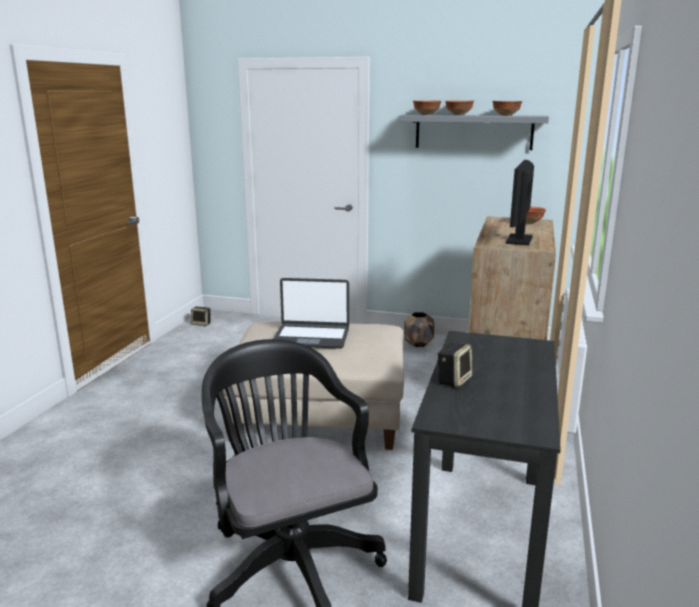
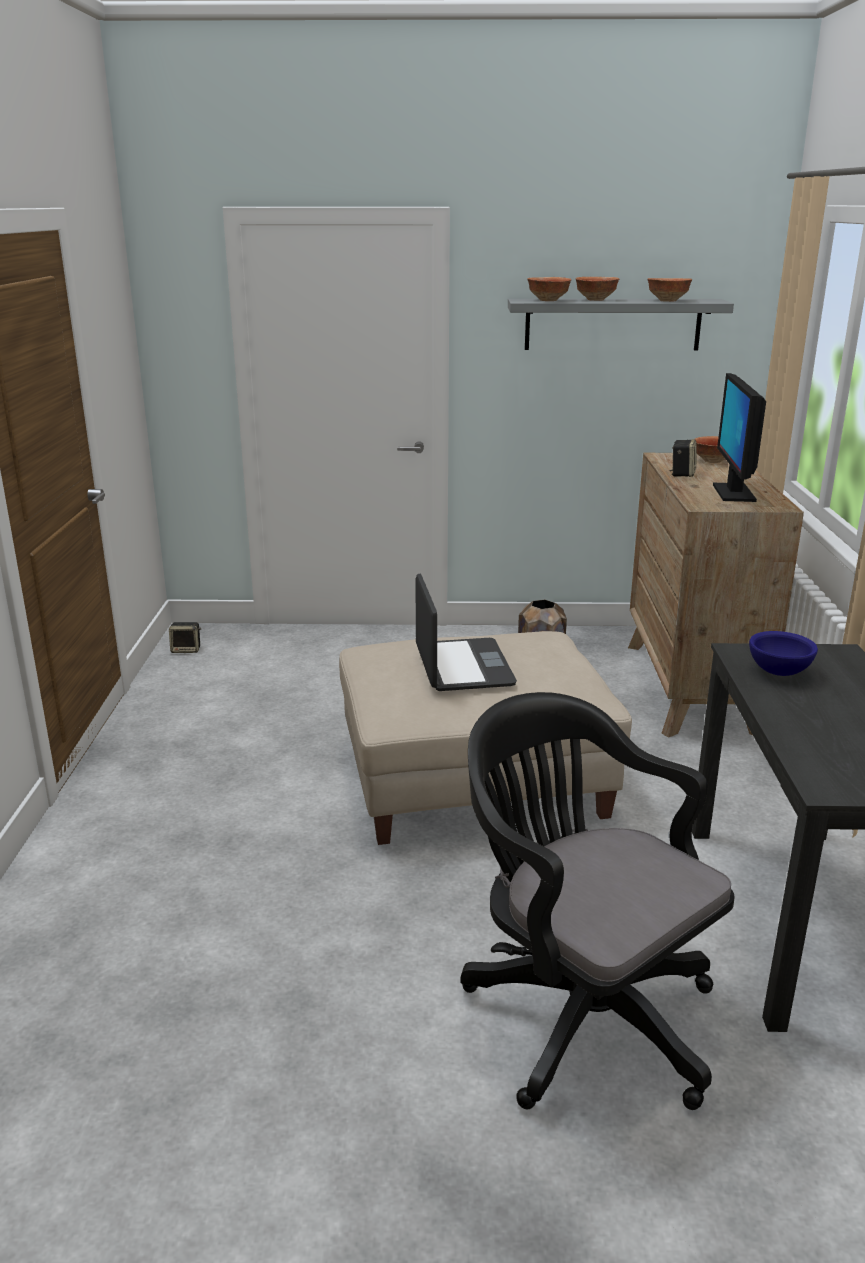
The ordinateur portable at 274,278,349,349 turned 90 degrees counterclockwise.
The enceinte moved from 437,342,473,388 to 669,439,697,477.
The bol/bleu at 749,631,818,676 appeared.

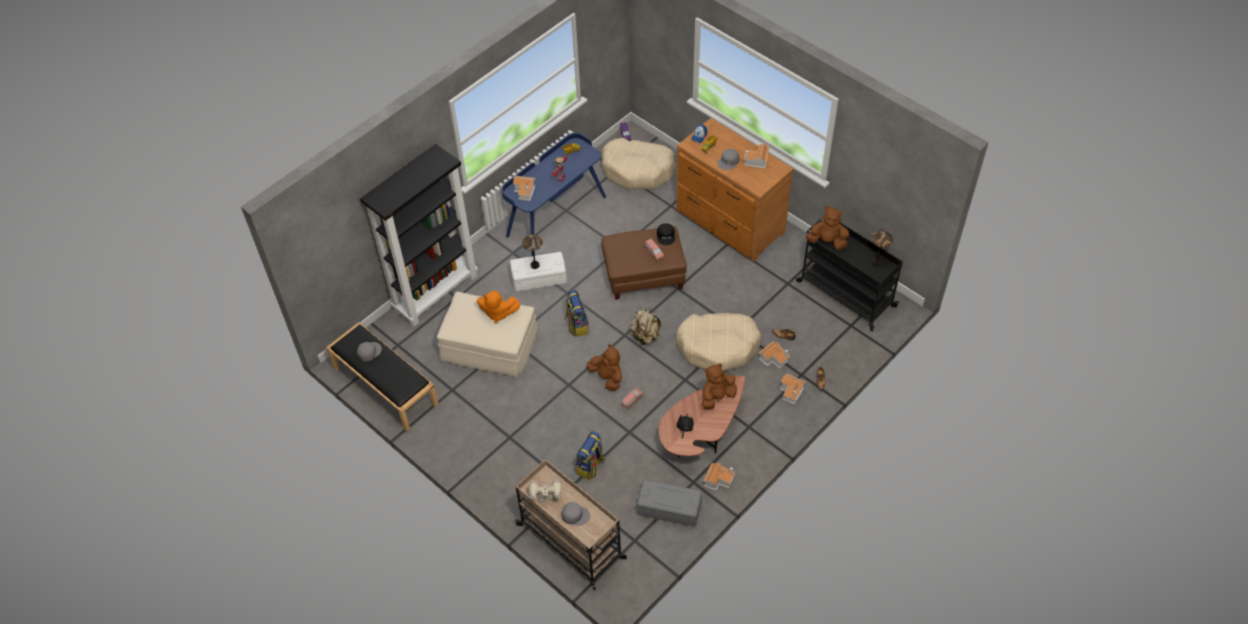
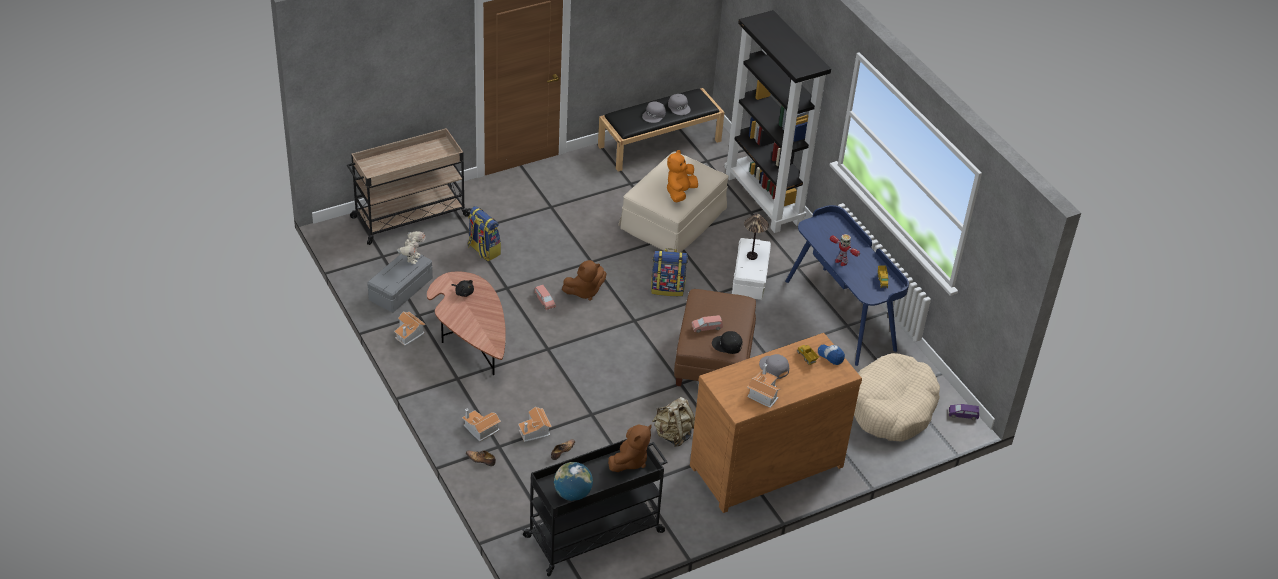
The maison miniature at 513,176,535,201 disappeared.
The lampe de table at 871,230,893,266 was replaced by the globe at 554,462,593,501.
The sac à dos/beige moved from 629,308,661,345 to 652,397,695,447.
The panier pour chien/beige at 676,313,762,371 disappeared.
The peluche/marron at 702,364,737,409 disappeared.
The robot jouet moved from 529,480,562,502 to 397,231,426,264.
The casquette/gris moved from 561,502,590,526 to 642,101,666,123.

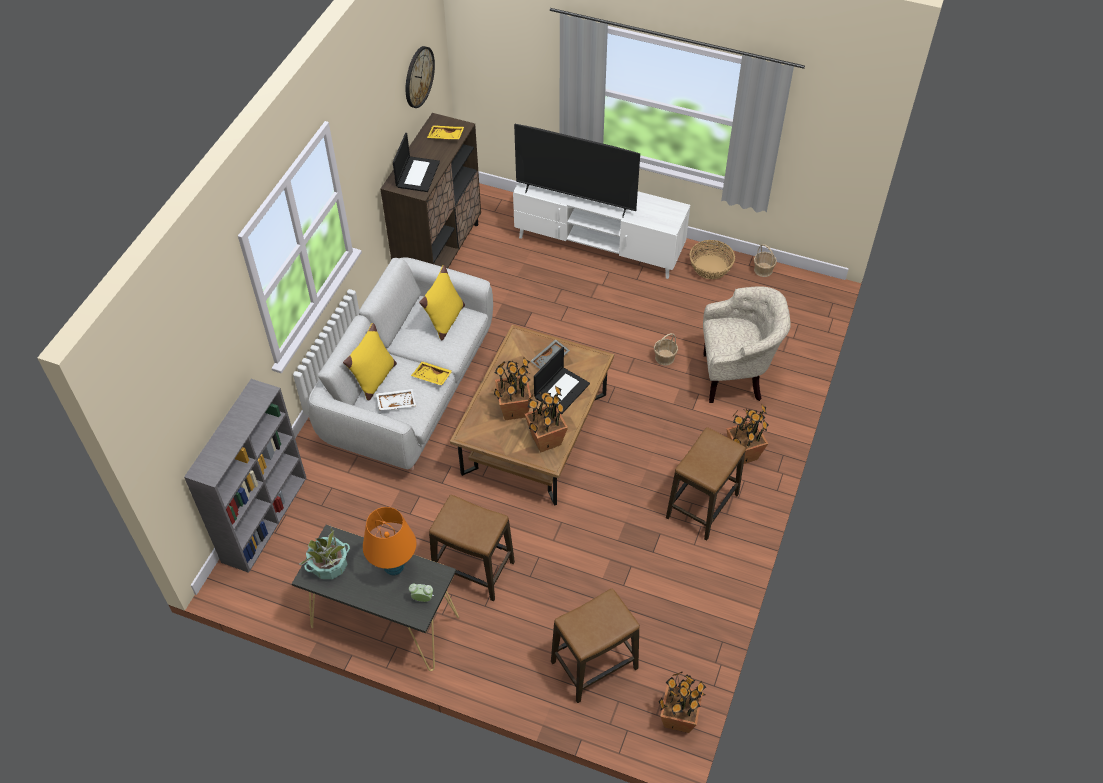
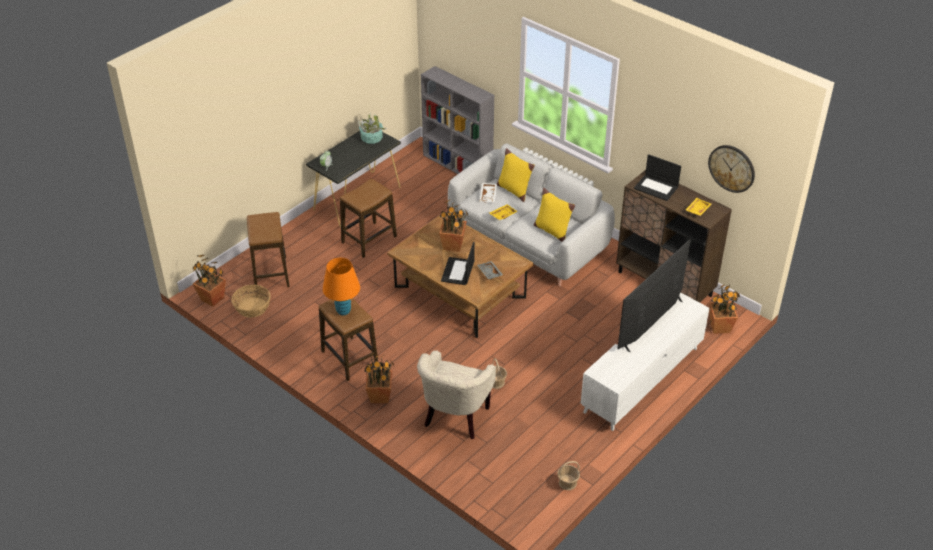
The panier moved from 690,240,735,279 to 231,285,271,318.
The ordinateur portable at 534,347,590,414 turned 45 degrees clockwise.
The plante en pot moved from 524,385,568,452 to 709,285,740,334.
The lampe de table/orange moved from 363,507,416,575 to 323,258,360,316.

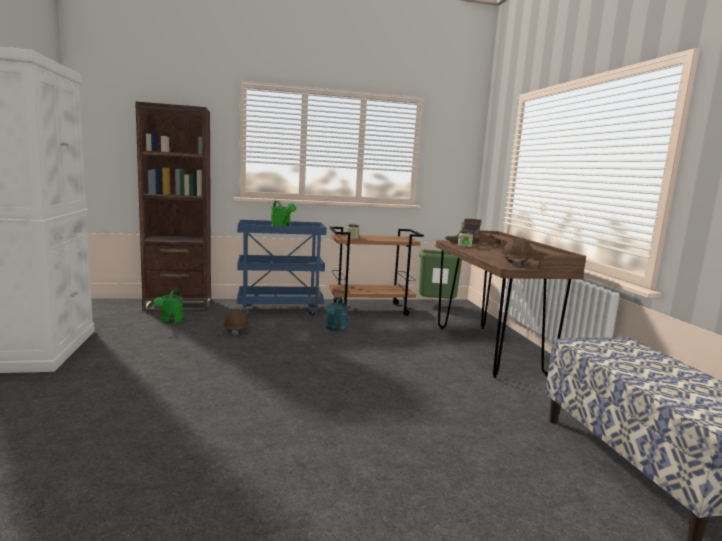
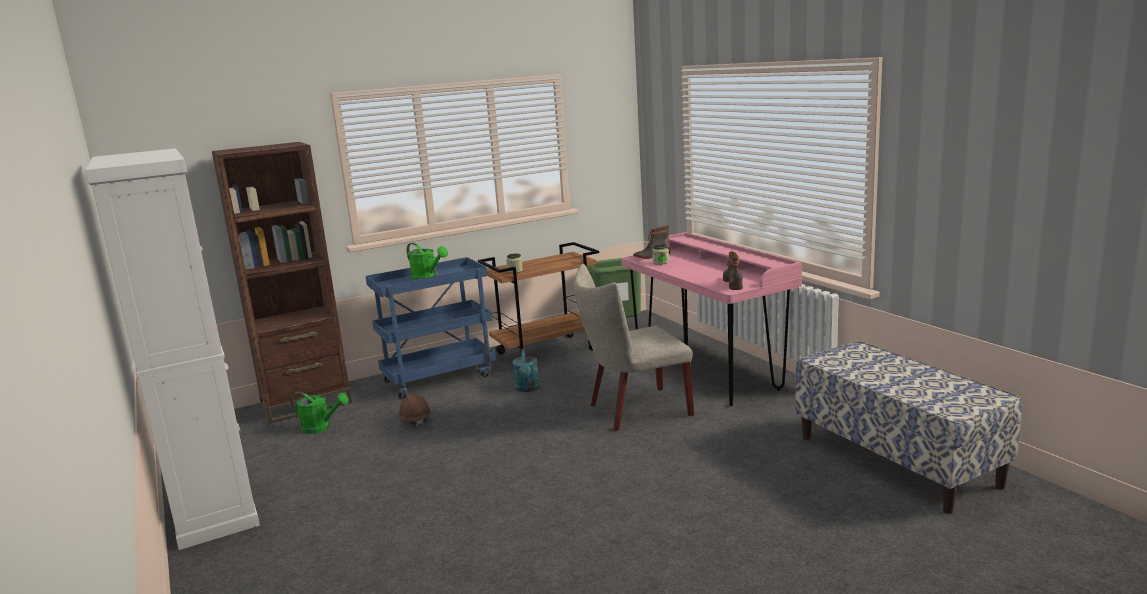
The bureau/marron at 436,230,586,378 became the bureau/rose at 621,232,802,406.
The casque de chantier/marron at 501,237,533,267 was replaced by the botte at 723,251,743,290.
The arrosoir/vert at 154,288,184,323 turned 60 degrees counterclockwise.
The chaise/beige at 574,264,694,431 appeared.

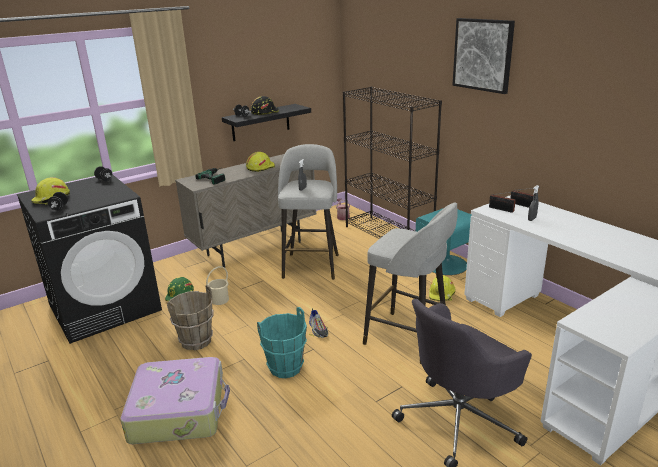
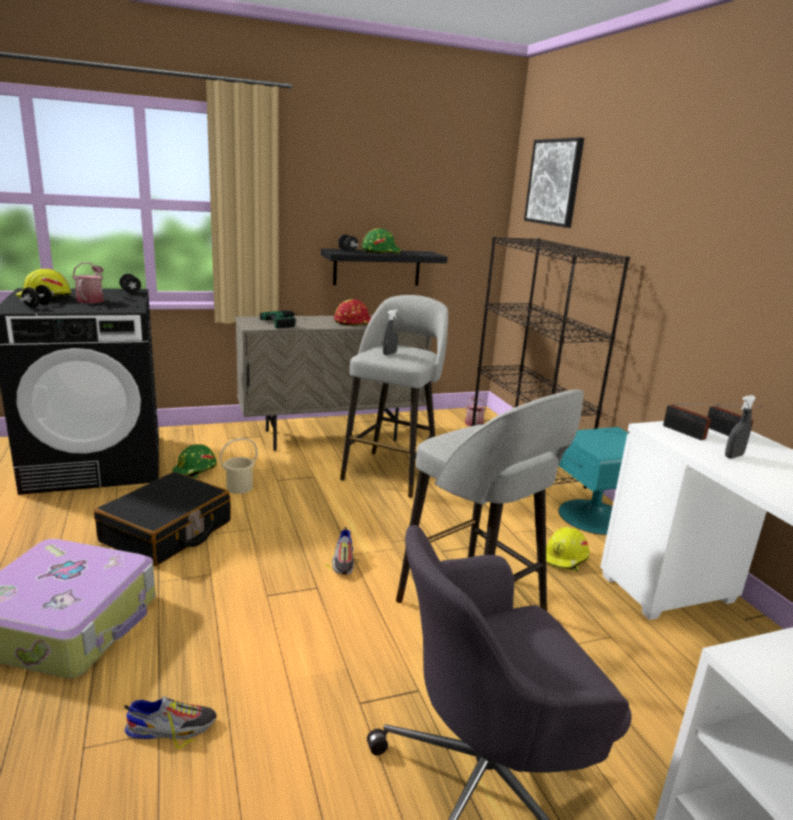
The tableau moved from 453,18,515,94 to 524,137,584,228.
The casque de chantier/noir at 251,96,279,115 became the casque de chantier/vert at 362,228,401,254.
The casque de chantier/jaune at 246,152,275,172 became the casque de chantier/rouge at 334,299,372,326.
The seau/marron at 167,285,214,350 was replaced by the valise/noir at 94,472,231,566.
The seau/turquoise at 257,307,307,378 disappeared.
The arrosoir at 72,262,104,303 appeared.
The chaussure at 124,696,217,748 appeared.

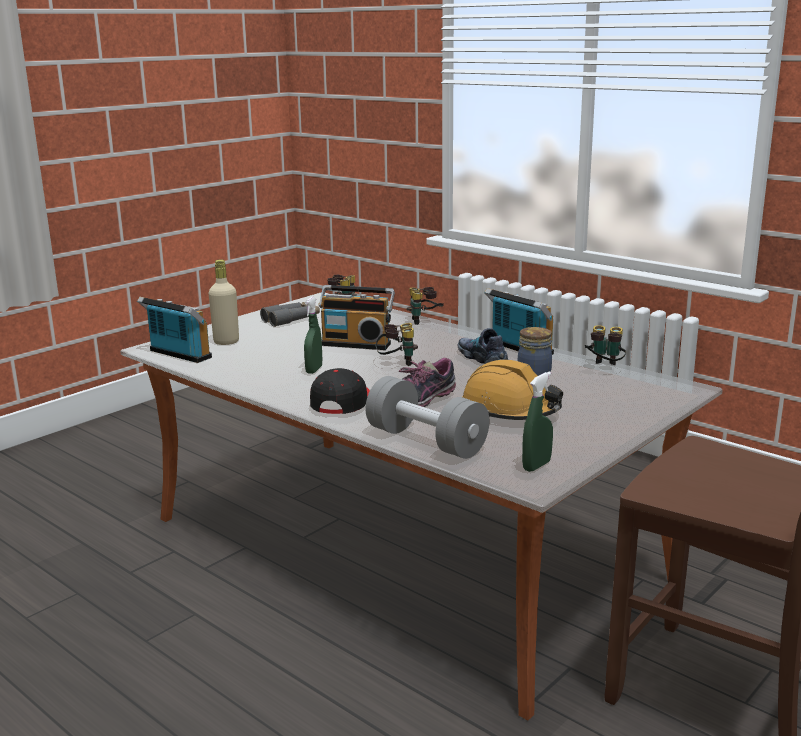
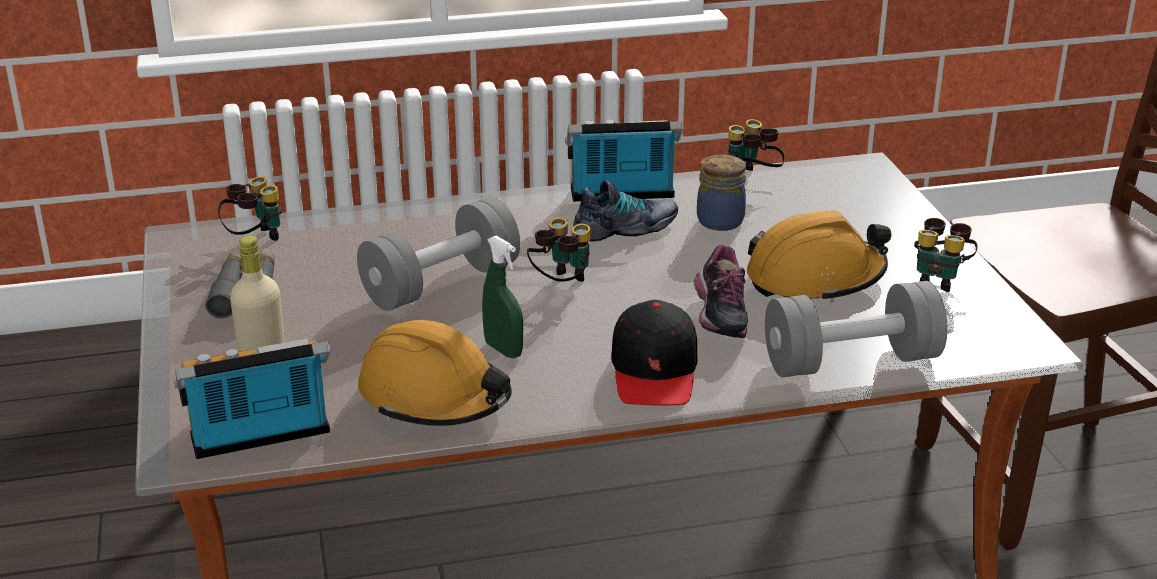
The radio at 319,285,395,350 was replaced by the haltère/gris at 357,197,520,311.
The jumelles moved from 407,287,444,325 to 914,218,978,292.
The chaussure at 458,328,508,364 turned 150 degrees clockwise.
The casquette/noir at 310,368,370,414 turned 135 degrees counterclockwise.
The vaporisateur/vert at 522,372,553,472 disappeared.
The casque de chantier/orange at 358,320,512,426 appeared.

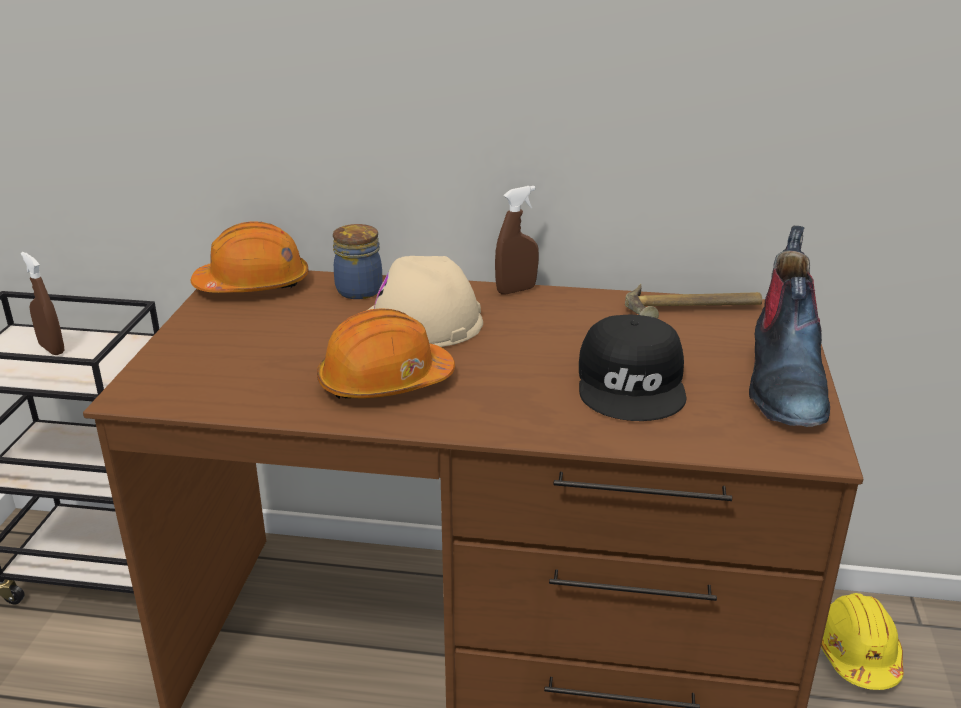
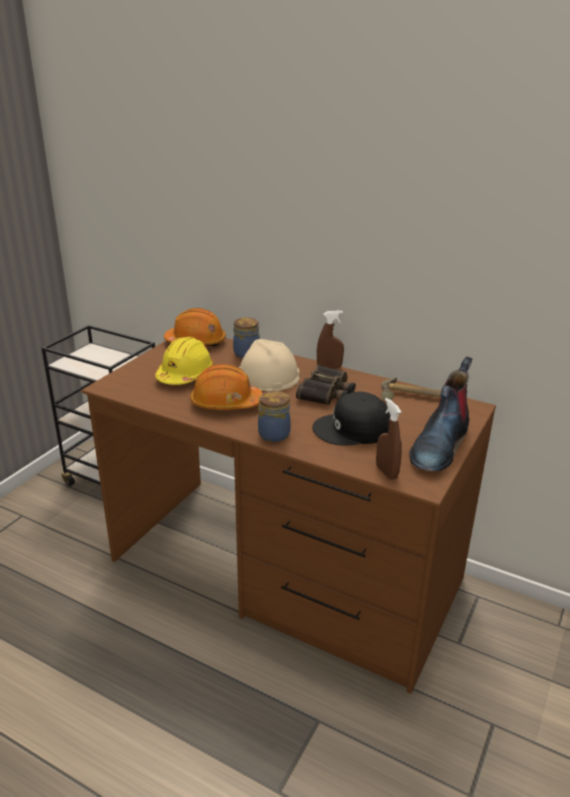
The vaporisateur/marron moved from 21,252,65,355 to 376,398,402,480.
The casquette/noir at 579,315,686,421 turned 60 degrees clockwise.
The casque de chantier/jaune moved from 821,593,903,690 to 155,337,214,385.
The jumelles at 296,365,356,405 appeared.
The bocal at 258,391,291,442 appeared.

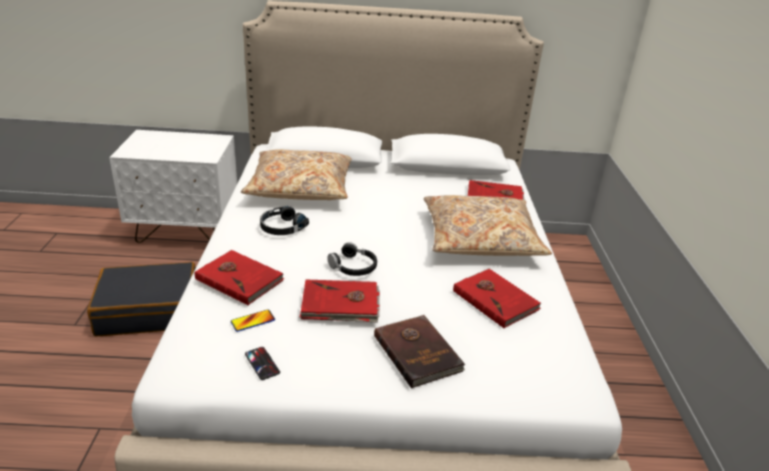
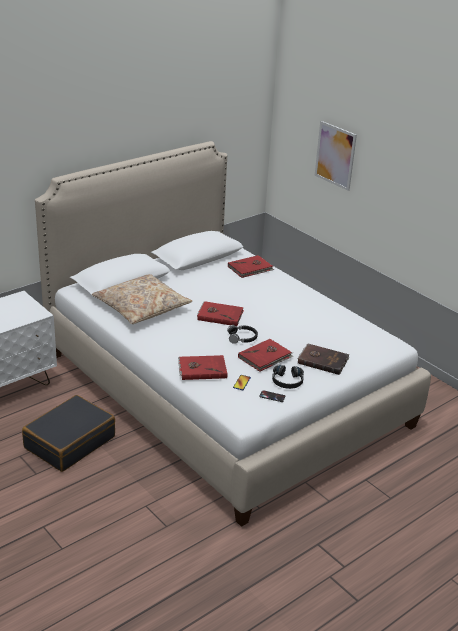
The coussin/beige at 424,195,552,256 disappeared.
The casque audio/noir moved from 260,206,309,235 to 272,365,304,389.
The livre/rouge moved from 453,268,541,328 to 197,301,244,326.
The tableau at 315,121,357,191 appeared.

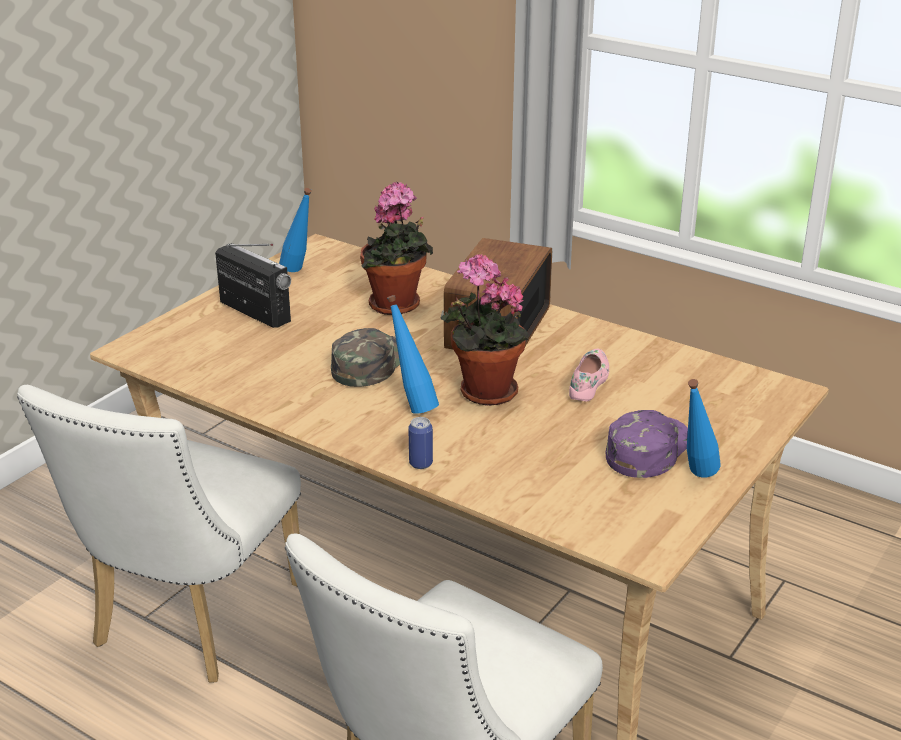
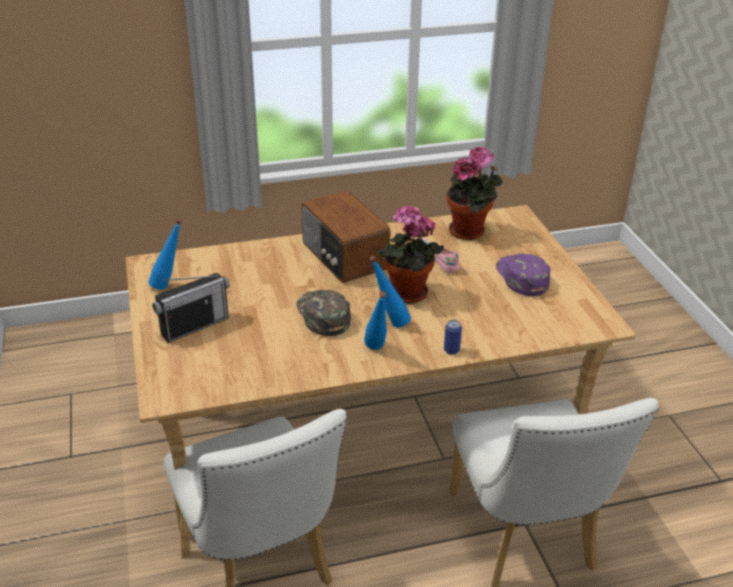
The plante en pot moved from 360,182,433,315 to 447,147,503,240.
The radio at 215,243,291,328 turned 150 degrees clockwise.
The bouteille/bleu moved from 687,379,720,477 to 364,291,387,350.

